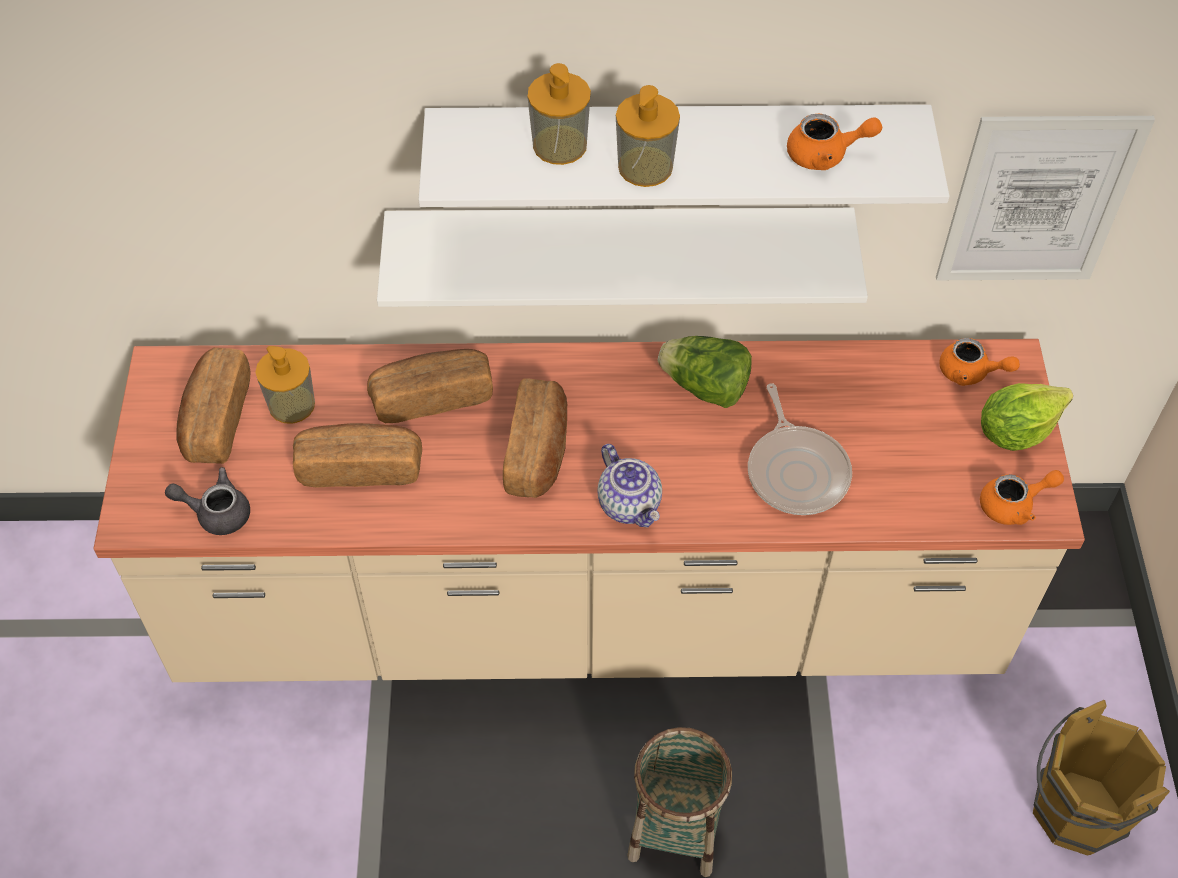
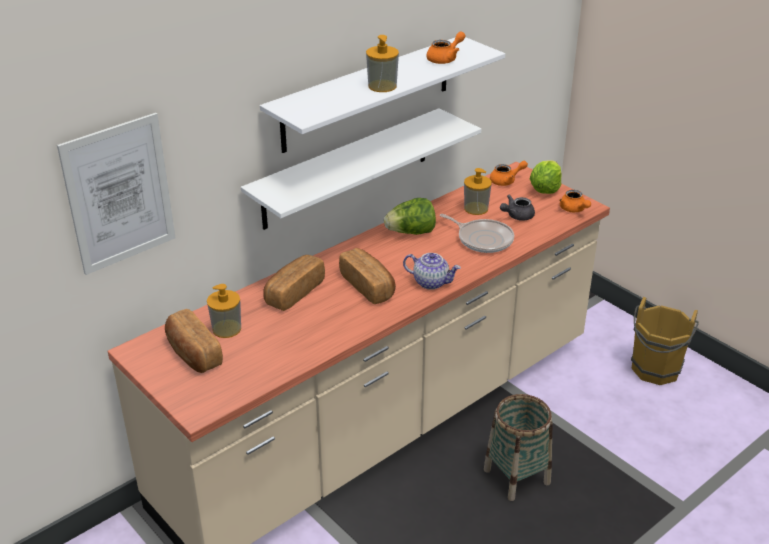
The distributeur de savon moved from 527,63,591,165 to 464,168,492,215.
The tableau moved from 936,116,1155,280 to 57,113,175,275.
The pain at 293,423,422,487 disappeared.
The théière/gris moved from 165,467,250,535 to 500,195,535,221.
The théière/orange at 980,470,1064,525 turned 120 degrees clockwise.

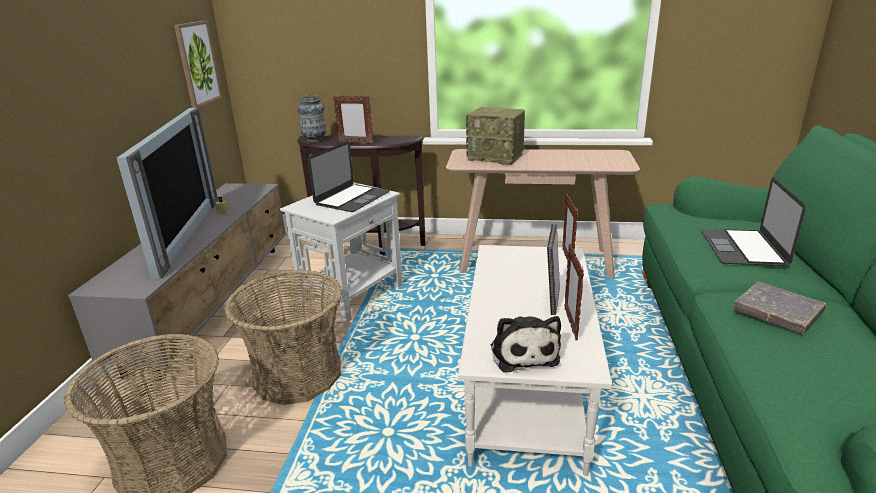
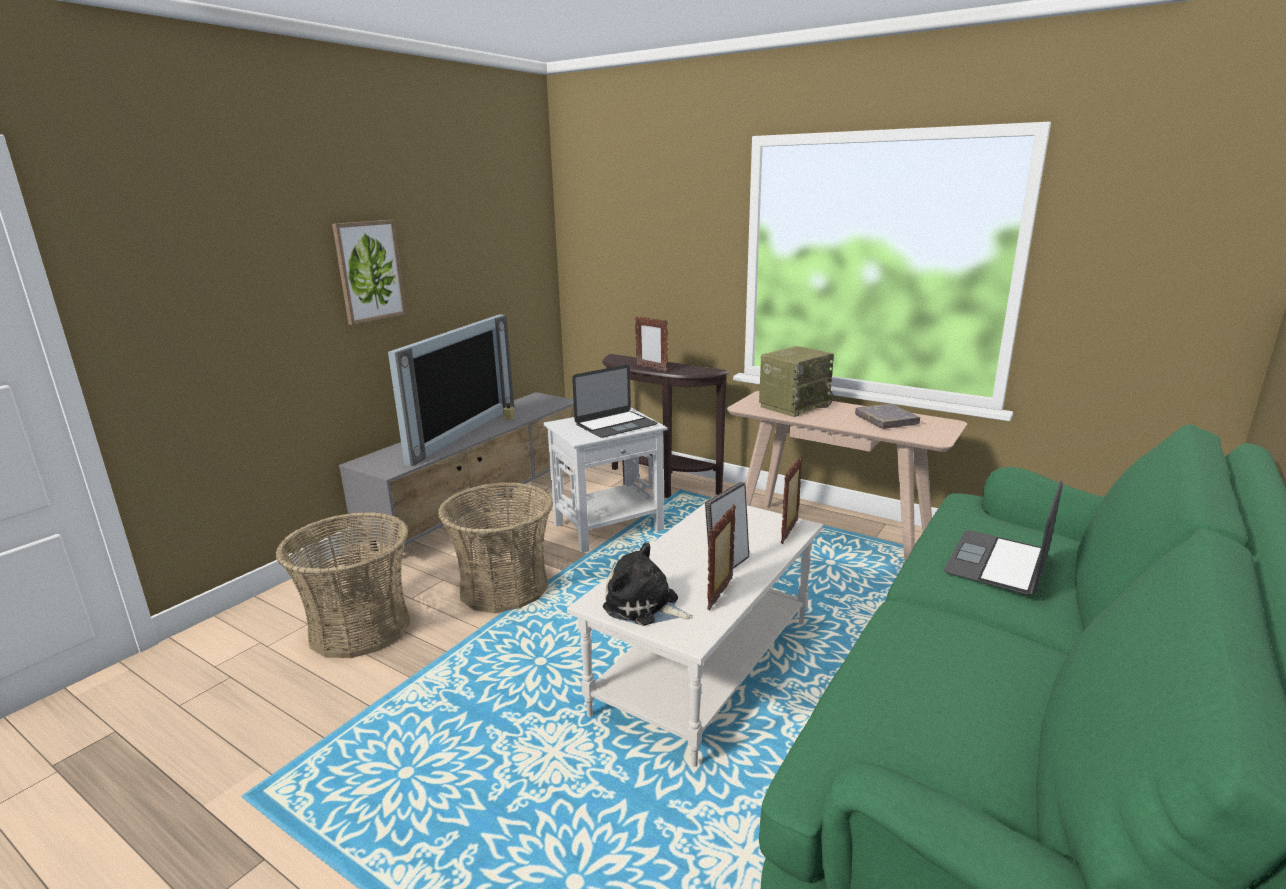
The tableau moved from 174,21,222,108 to 332,220,407,325.
The vase at 298,95,326,142 disappeared.
The radio at 466,107,525,165 turned 90 degrees counterclockwise.
The livre/gris moved from 733,282,826,335 to 855,404,920,429.
The peluche at 491,316,561,373 turned 105 degrees clockwise.

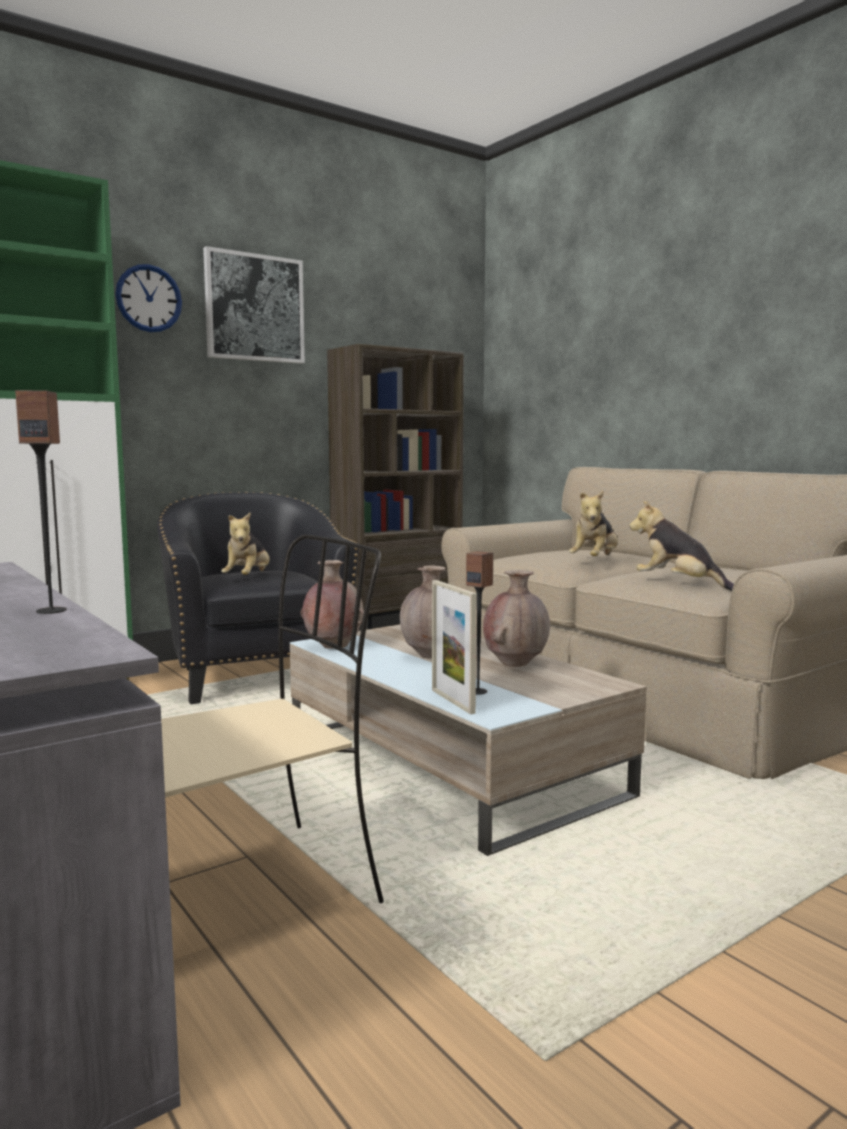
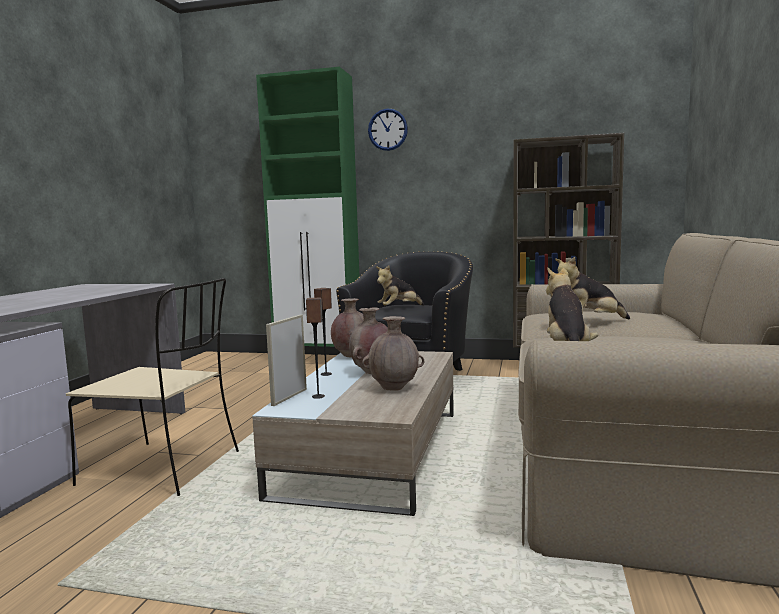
The tableau at 203,246,305,363 disappeared.
The enceinte moved from 15,390,67,614 to 314,288,332,376.

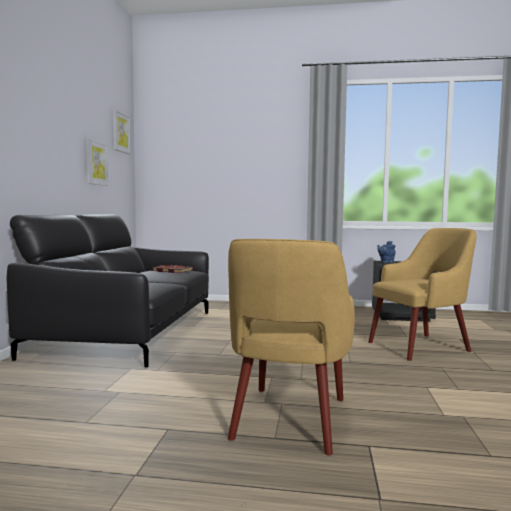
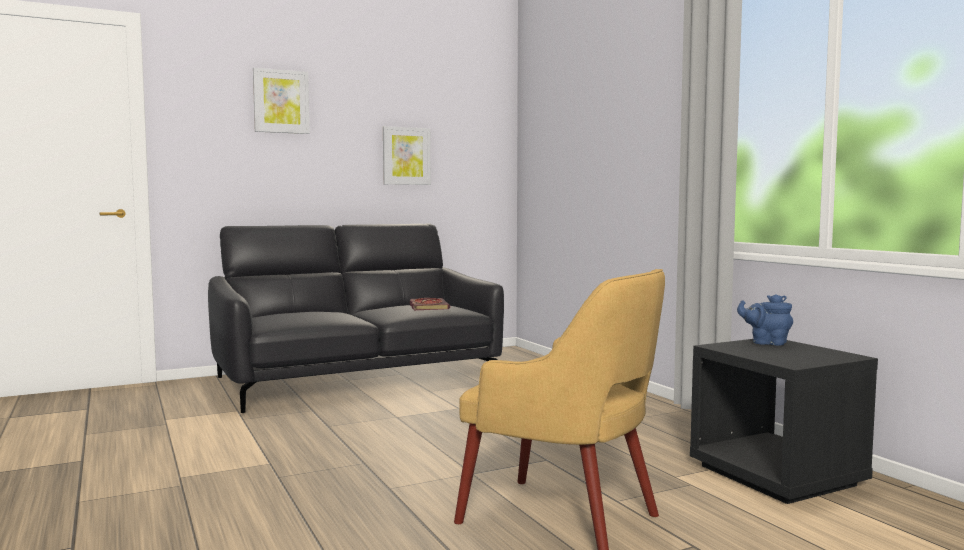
The tableau moved from 113,109,131,154 to 253,68,310,134.
The fauteuil/jaune at 228,239,355,455 disappeared.

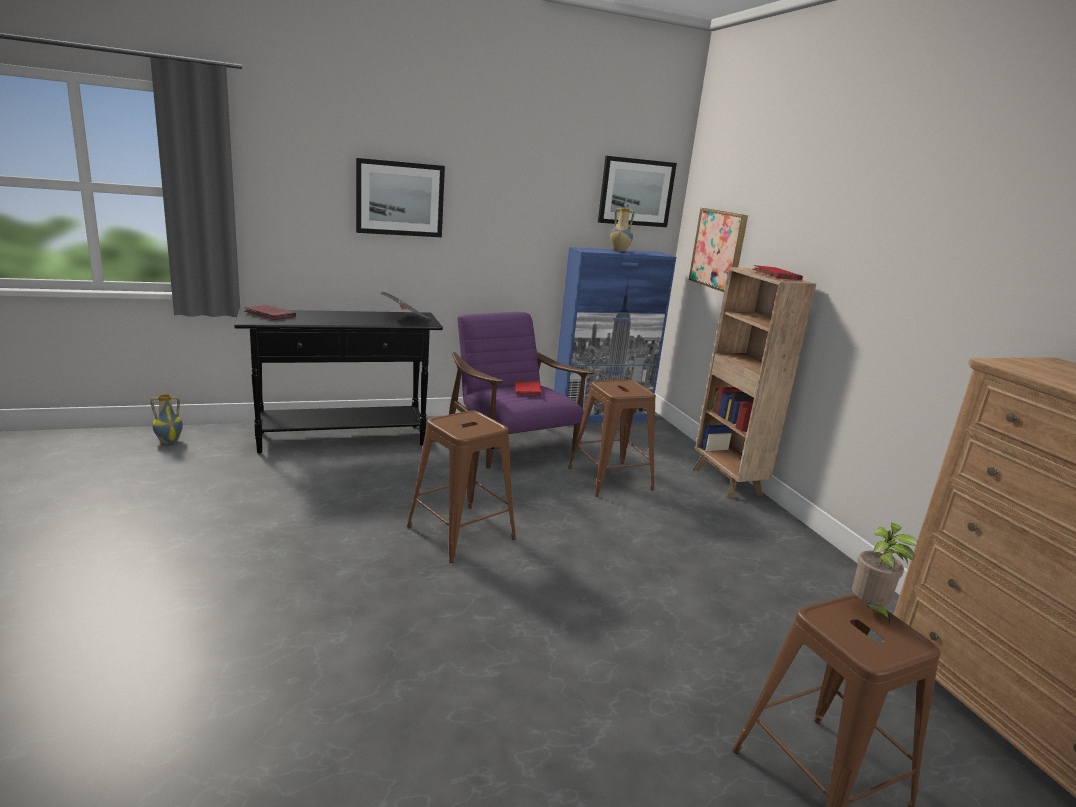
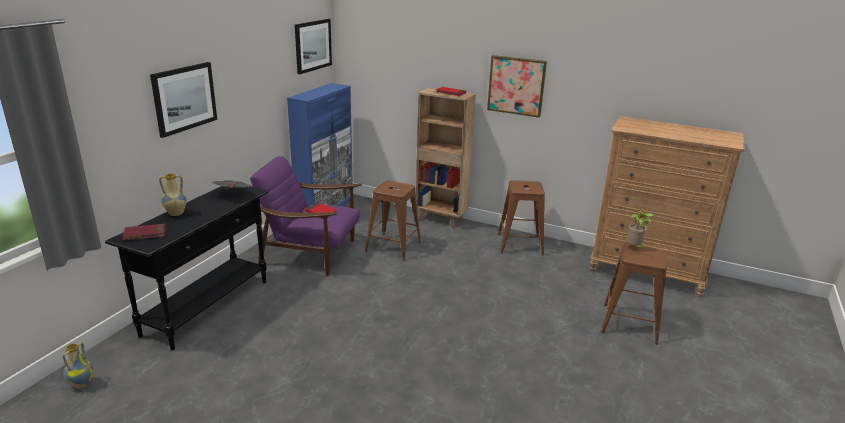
The vase moved from 610,208,634,252 to 159,173,187,216.
The tableau moved from 689,208,748,292 to 487,55,547,118.
The tabouret/marron moved from 407,410,516,563 to 498,180,545,255.

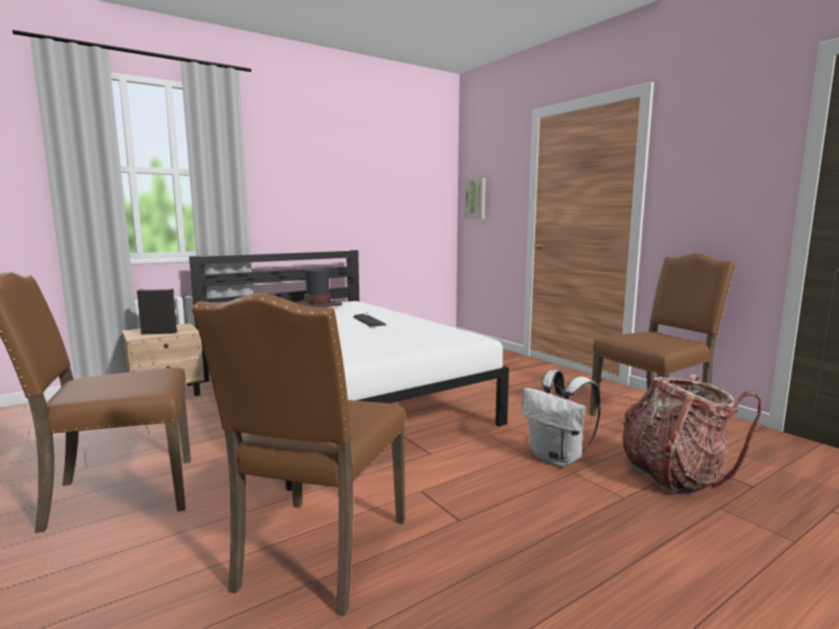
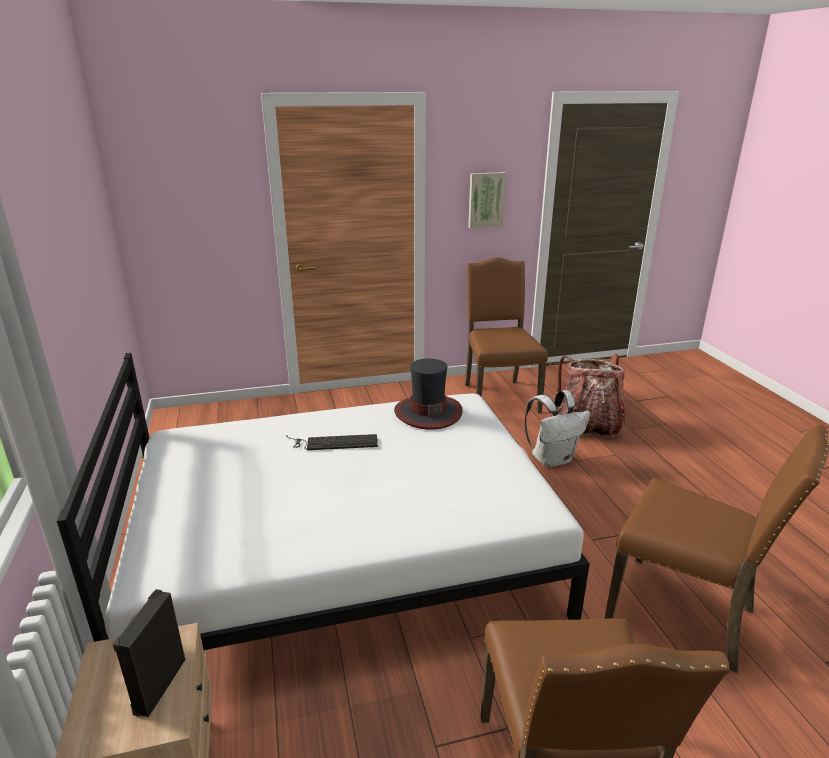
The tableau moved from 465,178,486,219 to 468,172,506,228.
The chapeau moved from 296,268,342,307 to 394,359,463,430.

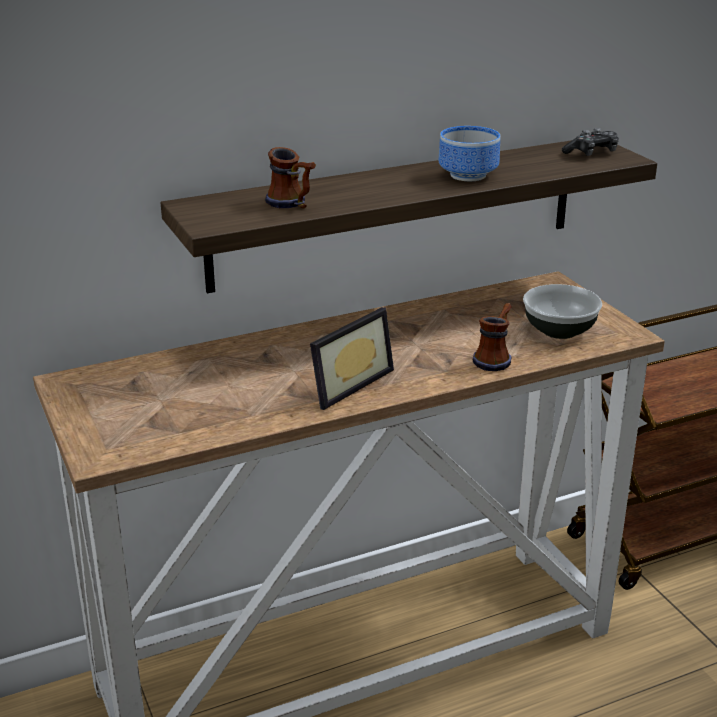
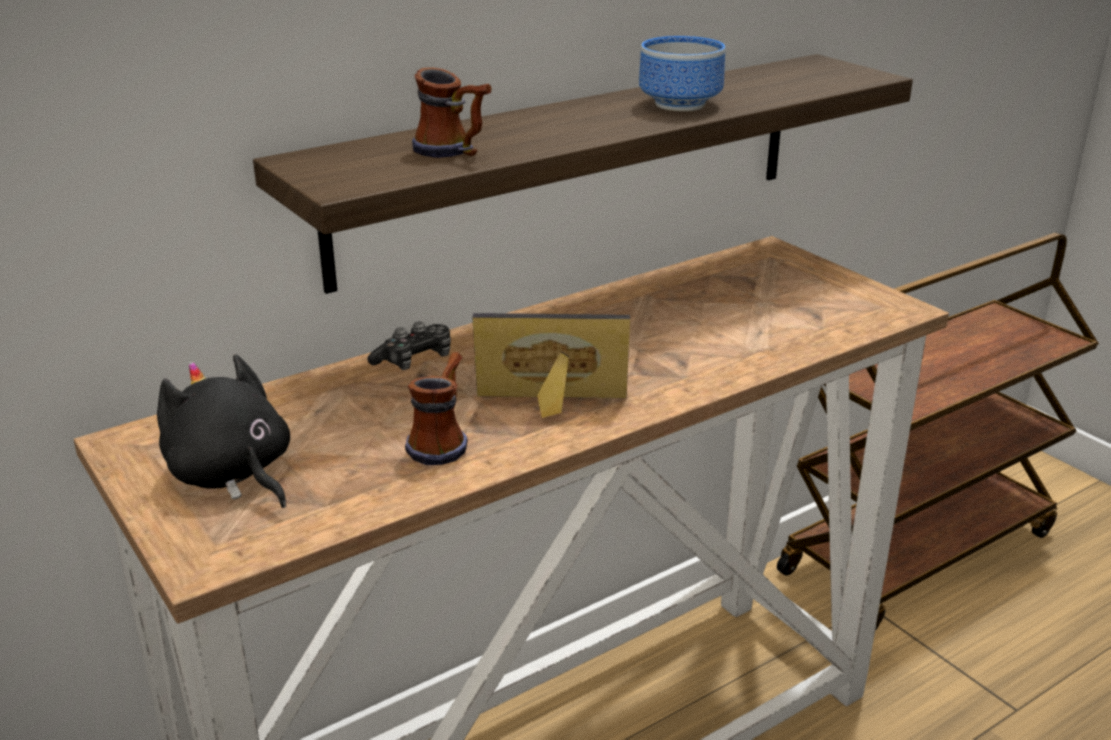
The manette moved from 562,128,619,156 to 367,322,451,370.
The bol at 523,284,602,339 disappeared.
The mug moved from 473,303,512,371 to 405,352,467,465.
The cadre photo at 310,307,394,410 turned 120 degrees counterclockwise.
The peluche/noir at 157,354,290,508 appeared.

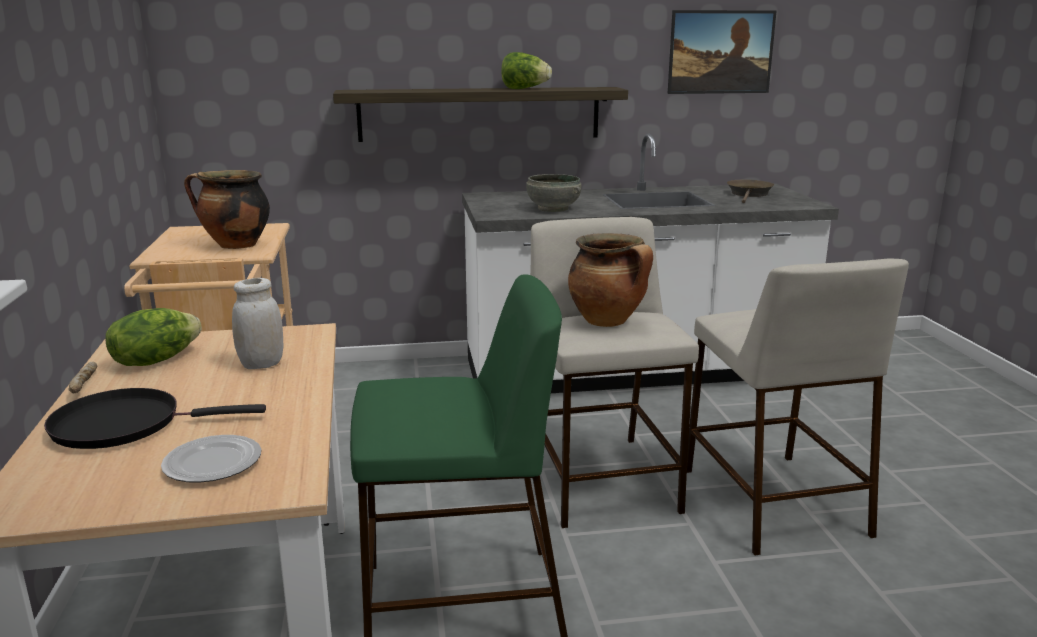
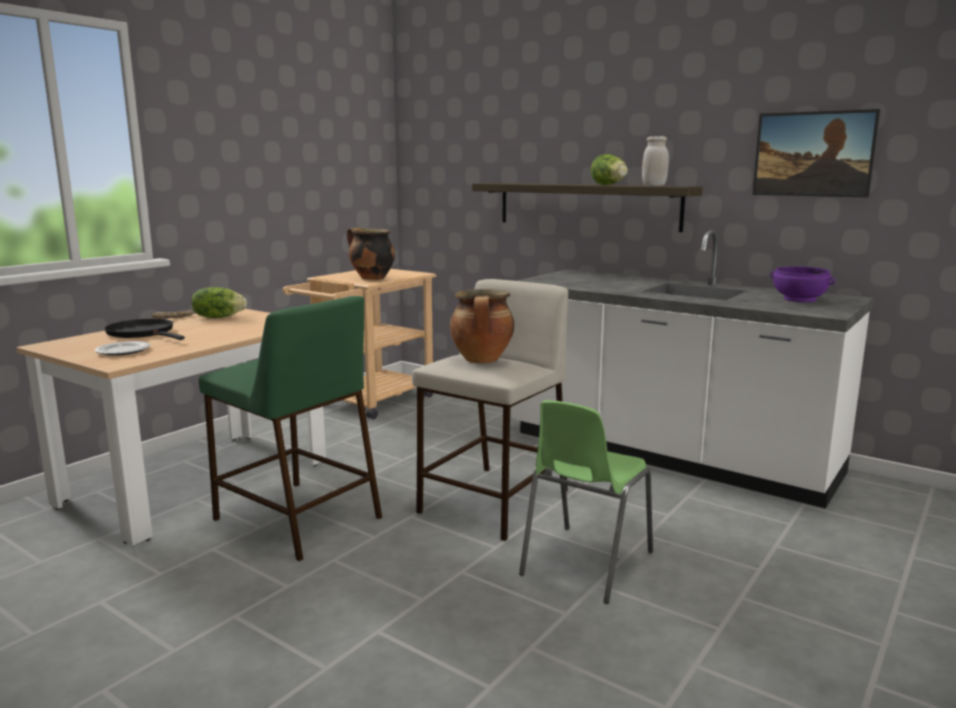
The bol/gris at 526,174,581,212 disappeared.
The poêle/marron at 727,179,774,203 was replaced by the bol/violet at 770,266,836,302.
The tabouret/beige at 687,258,909,555 was replaced by the chaise/vert at 519,400,653,604.
The bocal/blanc moved from 232,278,283,369 to 642,136,669,186.

